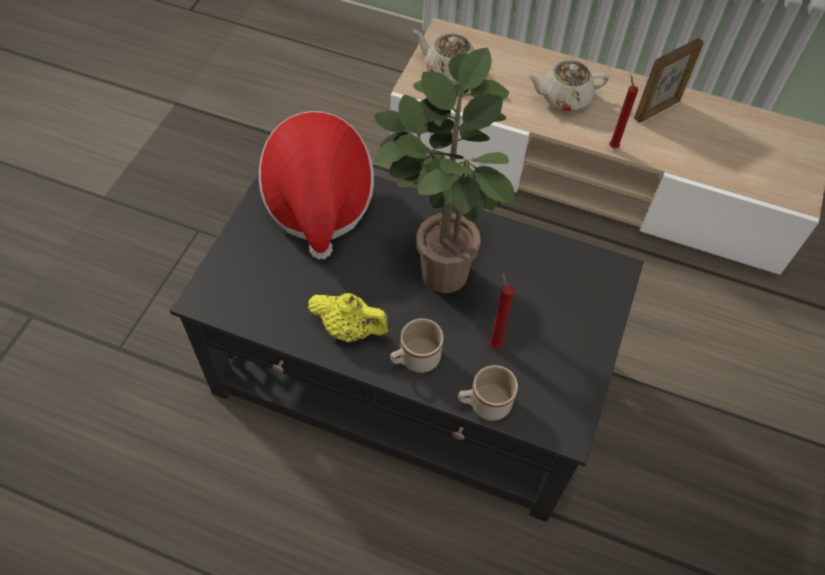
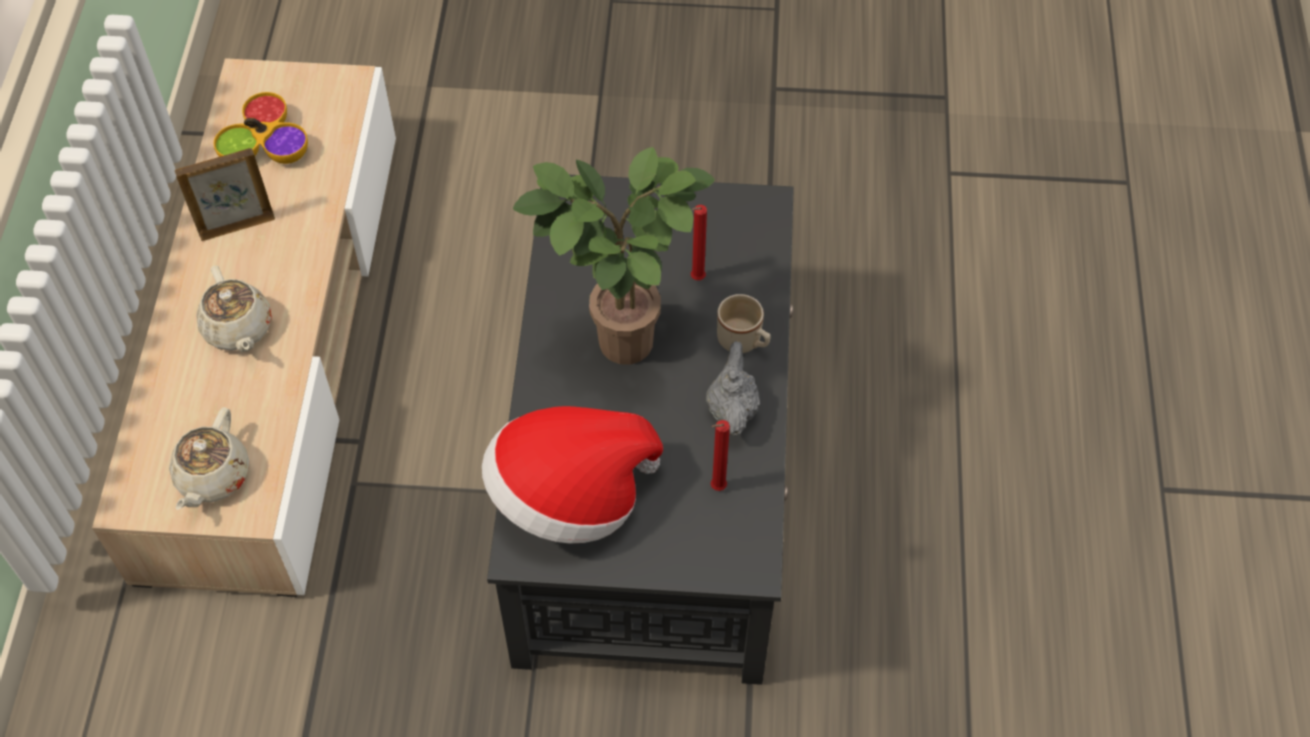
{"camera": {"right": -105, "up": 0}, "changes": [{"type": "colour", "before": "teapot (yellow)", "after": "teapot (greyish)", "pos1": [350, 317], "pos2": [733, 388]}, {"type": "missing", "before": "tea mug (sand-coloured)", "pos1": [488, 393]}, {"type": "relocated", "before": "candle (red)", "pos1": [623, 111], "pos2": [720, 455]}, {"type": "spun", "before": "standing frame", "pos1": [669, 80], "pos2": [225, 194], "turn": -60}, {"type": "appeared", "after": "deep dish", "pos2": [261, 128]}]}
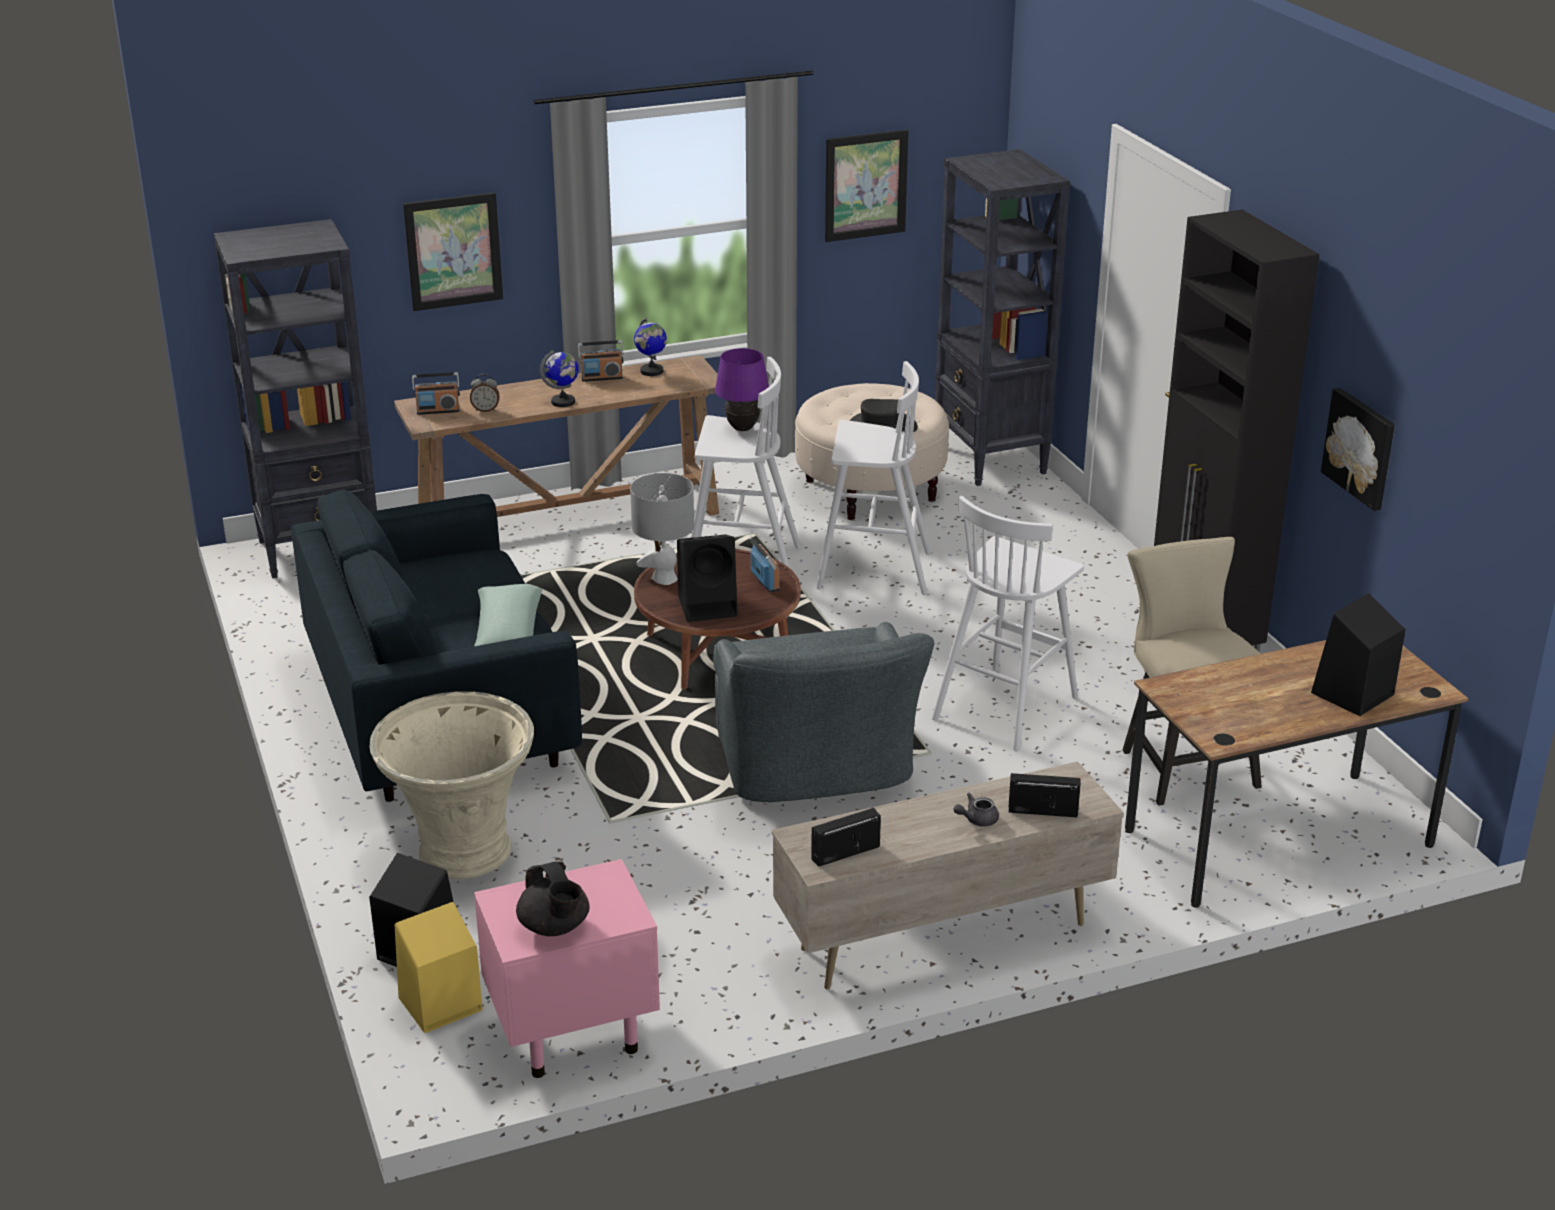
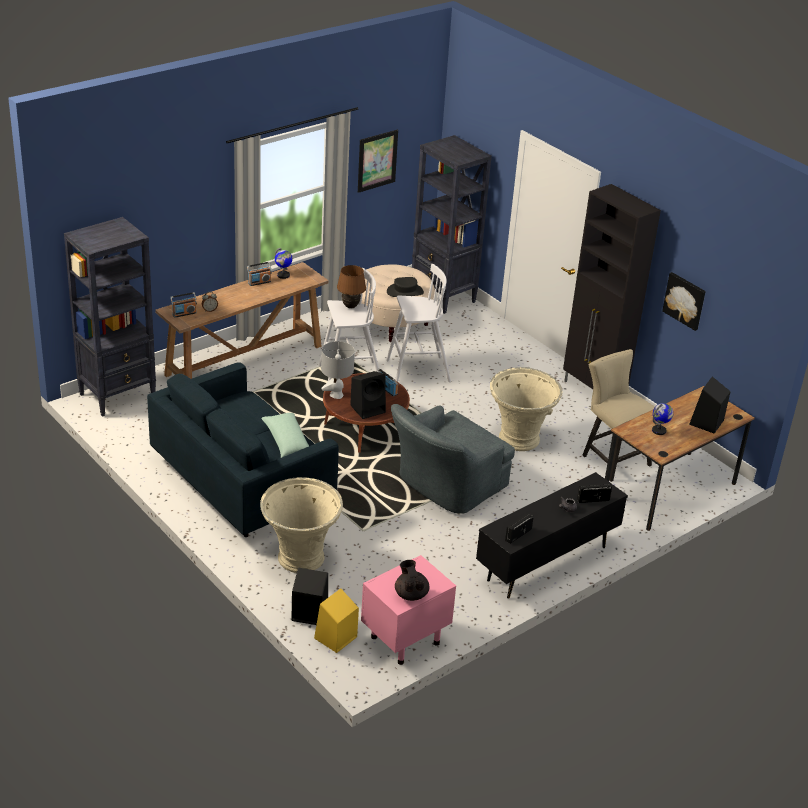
{"camera": {"right": -20, "up": 5}, "changes": [{"type": "missing", "before": "wall art", "pos1": [453, 251]}, {"type": "spun", "before": "teapot (blackish)", "pos1": [552, 899], "pos2": [412, 580], "turn": -150}, {"type": "relocated", "before": "desk globe", "pos1": [559, 378], "pos2": [662, 419]}, {"type": "spun", "before": "easy chair (greyish)", "pos1": [824, 712], "pos2": [453, 459], "turn": 75}, {"type": "colour", "before": "tabletop lamp (purple)", "after": "tabletop lamp (brownish)", "pos1": [742, 389], "pos2": [351, 287]}, {"type": "colour", "before": "tv stand (sand-coloured)", "after": "tv stand (blackish)", "pos1": [948, 876], "pos2": [552, 535]}, {"type": "exchanged", "before": "sitting stool (white-coloured)", "after": "plant pot (sand-coloured)", "pos1": [1008, 623], "pos2": [526, 409]}]}
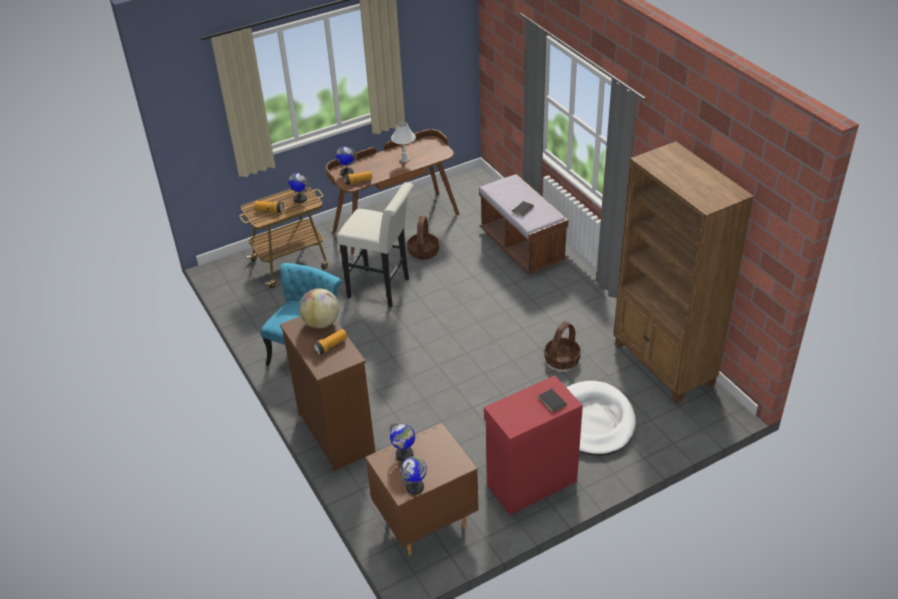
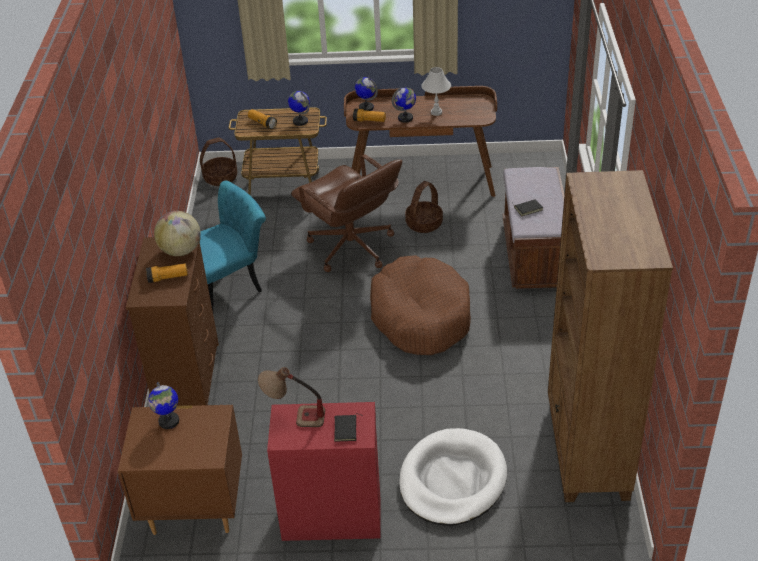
{"camera": {"right": 30, "up": 0}, "changes": [{"type": "exchanged", "before": "sitting stool (white-coloured)", "after": "desk chair (brownish)", "pos1": [375, 244], "pos2": [346, 213]}, {"type": "relocated", "before": "desk globe", "pos1": [414, 475], "pos2": [404, 105]}, {"type": "relocated", "before": "household basket", "pos1": [563, 345], "pos2": [218, 162]}, {"type": "appeared", "after": "tabletop lamp", "pos2": [291, 397]}, {"type": "appeared", "after": "dog bed (brownish)", "pos2": [420, 305]}]}
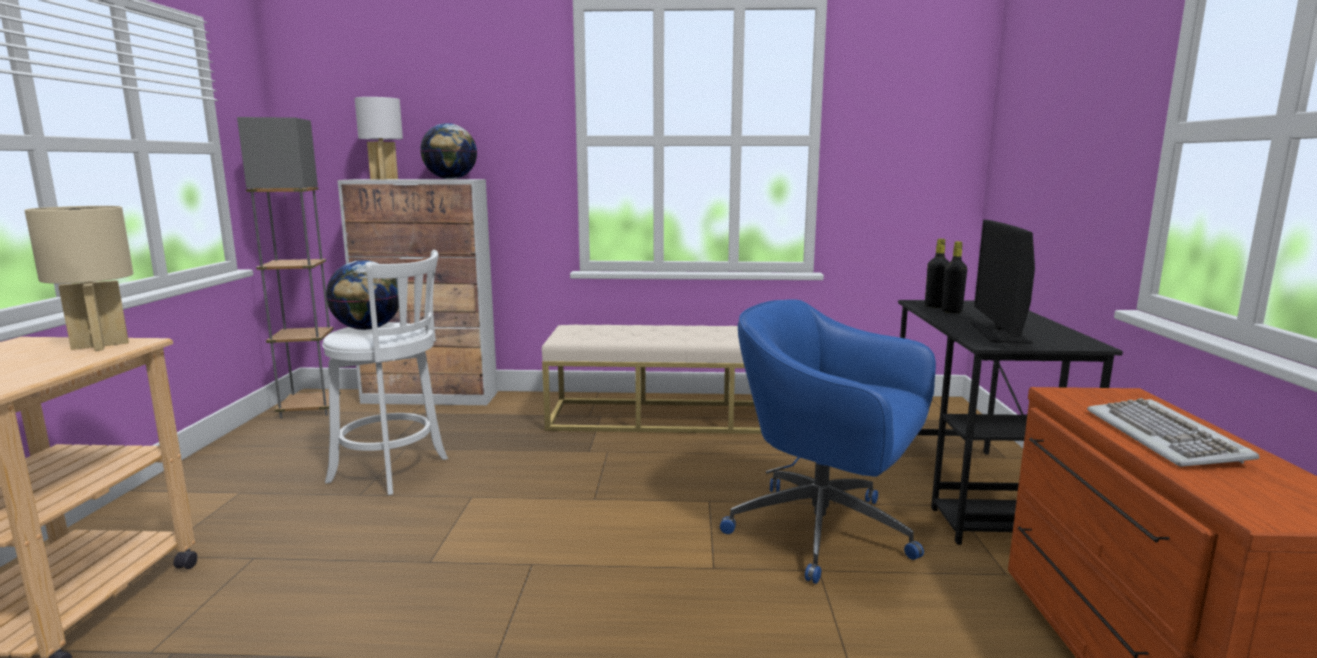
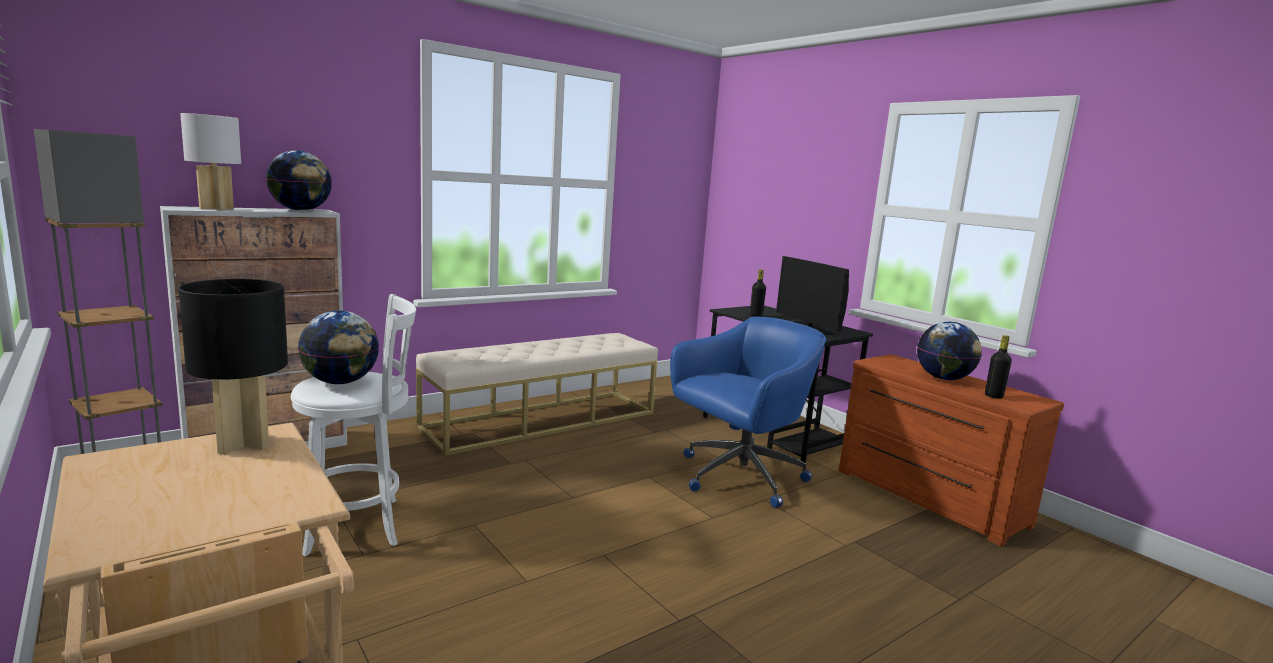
{"camera": {"right": -40, "up": 0}, "changes": [{"type": "colour", "before": "tabletop lamp (sand-coloured)", "after": "tabletop lamp (blackish)", "pos1": [79, 278], "pos2": [233, 367]}, {"type": "spun", "before": "desk chair (blue)", "pos1": [828, 441], "pos2": [748, 412], "turn": 150}, {"type": "relocated", "before": "drink bottle (blackish)", "pos1": [937, 273], "pos2": [998, 367]}, {"type": "exchanged", "before": "computer keyboard", "after": "desk globe", "pos1": [1173, 432], "pos2": [949, 351]}]}
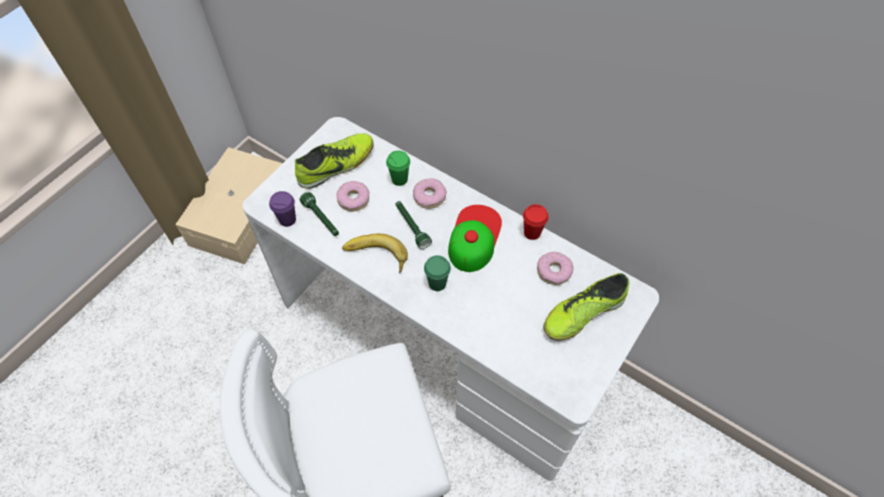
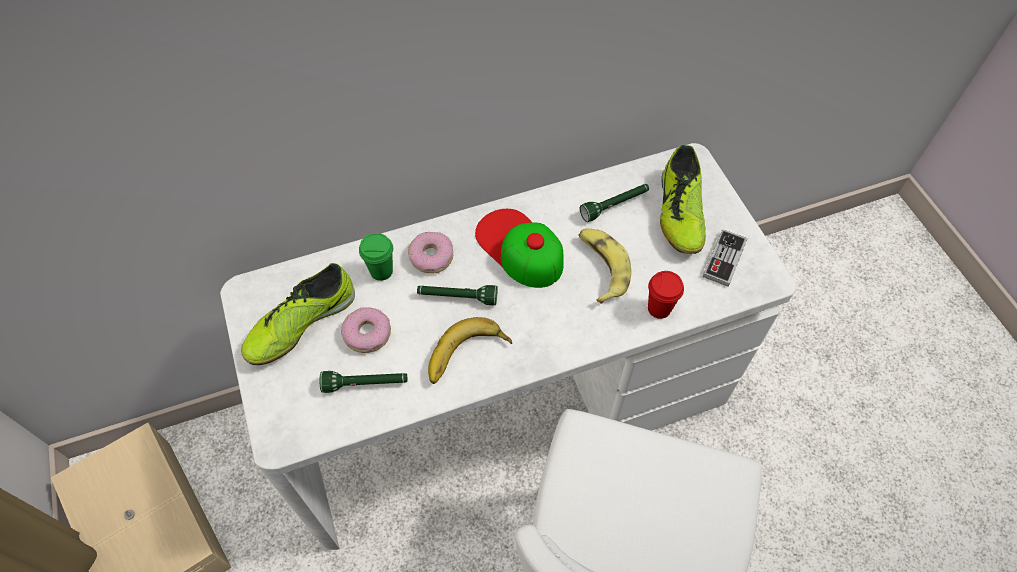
{"camera": {"right": -55, "up": 0}, "changes": [{"type": "missing", "before": "cup (purple)", "pos1": [282, 209]}, {"type": "spun", "before": "item of footwear", "pos1": [334, 161], "pos2": [298, 314], "turn": -135}, {"type": "missing", "before": "cup (green)", "pos1": [437, 273]}, {"type": "relocated", "before": "cup (red)", "pos1": [535, 222], "pos2": [666, 295]}, {"type": "exchanged", "before": "doughnut", "after": "flashlight (green)", "pos1": [555, 268], "pos2": [614, 203]}, {"type": "appeared", "after": "banana fruit", "pos2": [604, 266]}, {"type": "appeared", "after": "joypad", "pos2": [725, 258]}]}
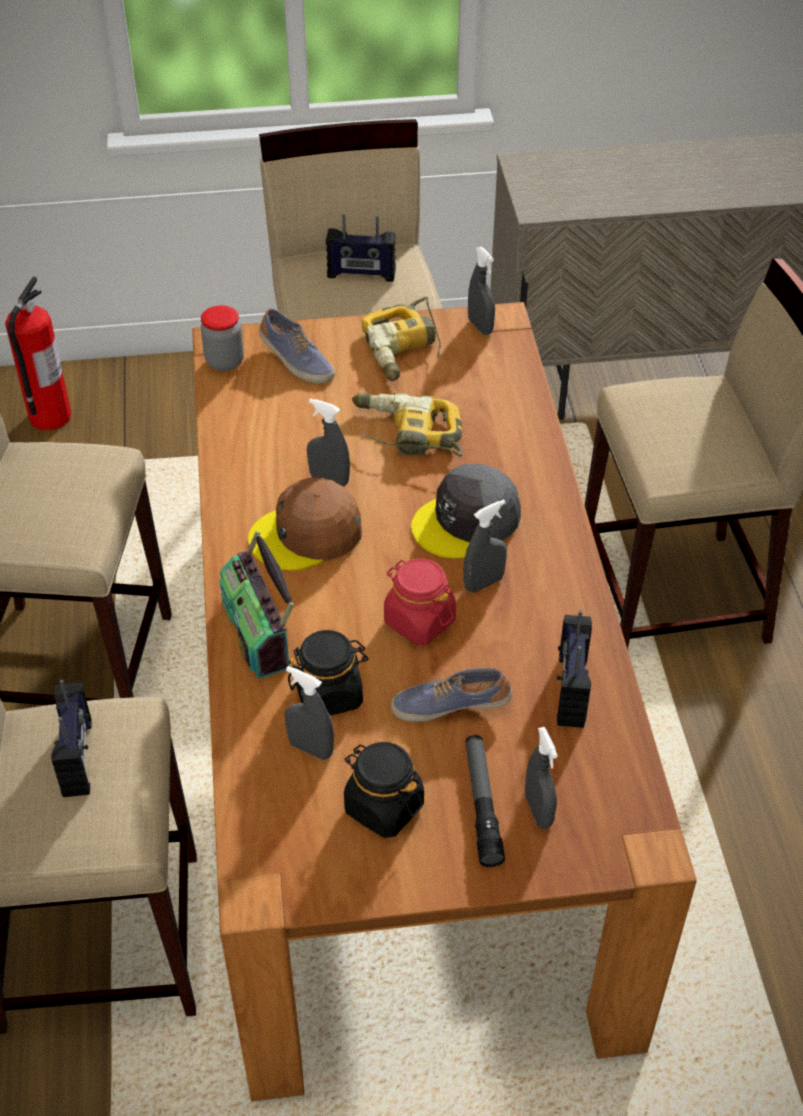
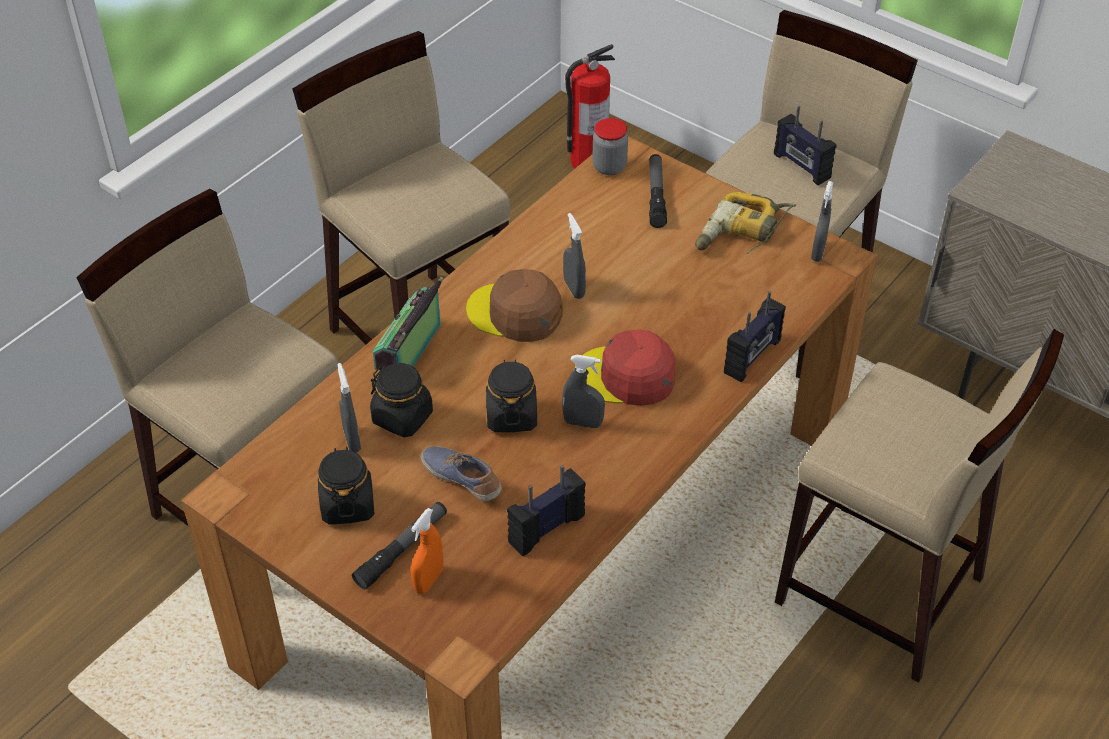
{"camera": {"right": 45, "up": 0}, "changes": [{"type": "relocated", "before": "radio receiver", "pos1": [71, 738], "pos2": [755, 336]}, {"type": "exchanged", "before": "item of footwear", "after": "flashlight", "pos1": [297, 345], "pos2": [658, 191]}, {"type": "missing", "before": "drill", "pos1": [407, 424]}, {"type": "colour", "before": "storage jar (red)", "after": "storage jar (blackish)", "pos1": [420, 601], "pos2": [511, 395]}, {"type": "colour", "before": "baseball cap (greyish)", "after": "baseball cap (red)", "pos1": [466, 511], "pos2": [625, 367]}, {"type": "colour", "before": "hand sprayer (greyish)", "after": "hand sprayer (orange-coloured)", "pos1": [541, 778], "pos2": [427, 551]}]}
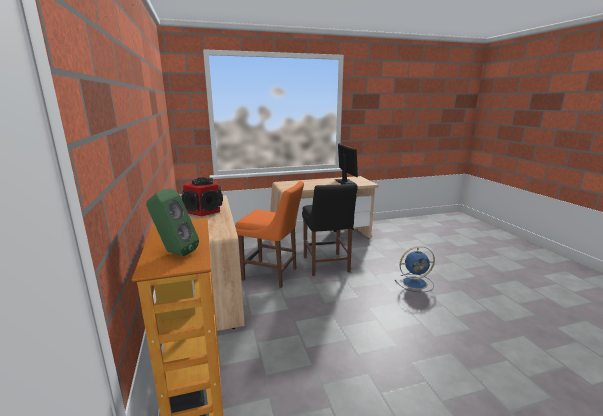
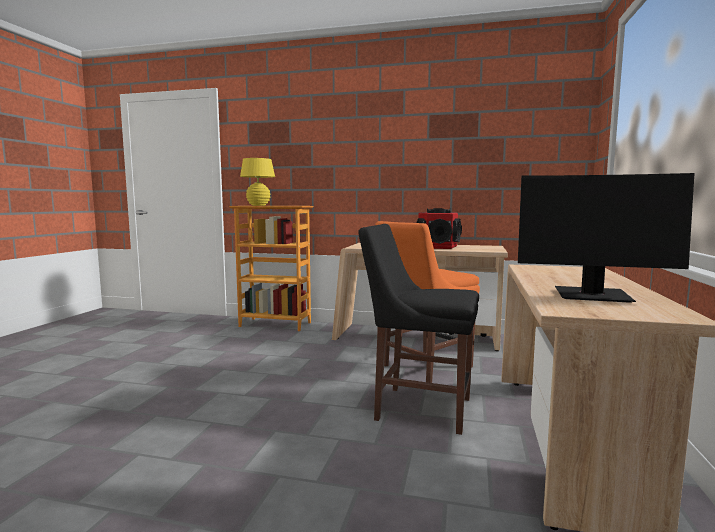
{"camera": {"right": 120, "up": -10}, "changes": [{"type": "exchanged", "before": "audio speaker (green)", "after": "tabletop lamp (yellow)", "pos1": [172, 222], "pos2": [257, 182]}, {"type": "missing", "before": "electric fan (blue)", "pos1": [415, 269]}]}
